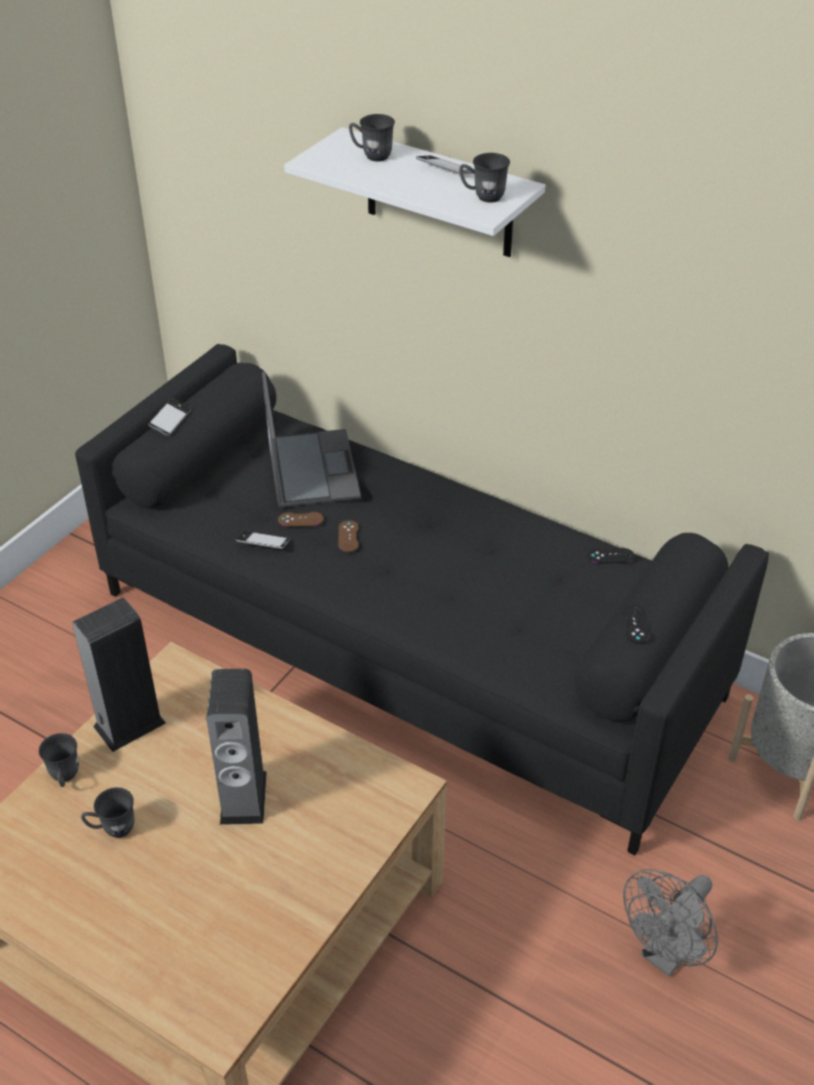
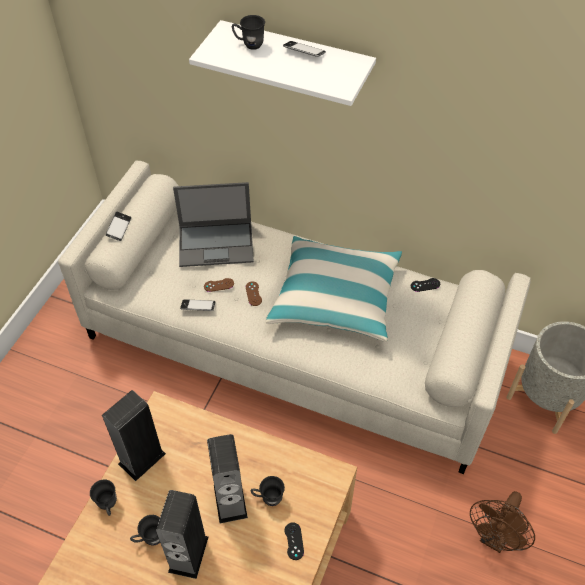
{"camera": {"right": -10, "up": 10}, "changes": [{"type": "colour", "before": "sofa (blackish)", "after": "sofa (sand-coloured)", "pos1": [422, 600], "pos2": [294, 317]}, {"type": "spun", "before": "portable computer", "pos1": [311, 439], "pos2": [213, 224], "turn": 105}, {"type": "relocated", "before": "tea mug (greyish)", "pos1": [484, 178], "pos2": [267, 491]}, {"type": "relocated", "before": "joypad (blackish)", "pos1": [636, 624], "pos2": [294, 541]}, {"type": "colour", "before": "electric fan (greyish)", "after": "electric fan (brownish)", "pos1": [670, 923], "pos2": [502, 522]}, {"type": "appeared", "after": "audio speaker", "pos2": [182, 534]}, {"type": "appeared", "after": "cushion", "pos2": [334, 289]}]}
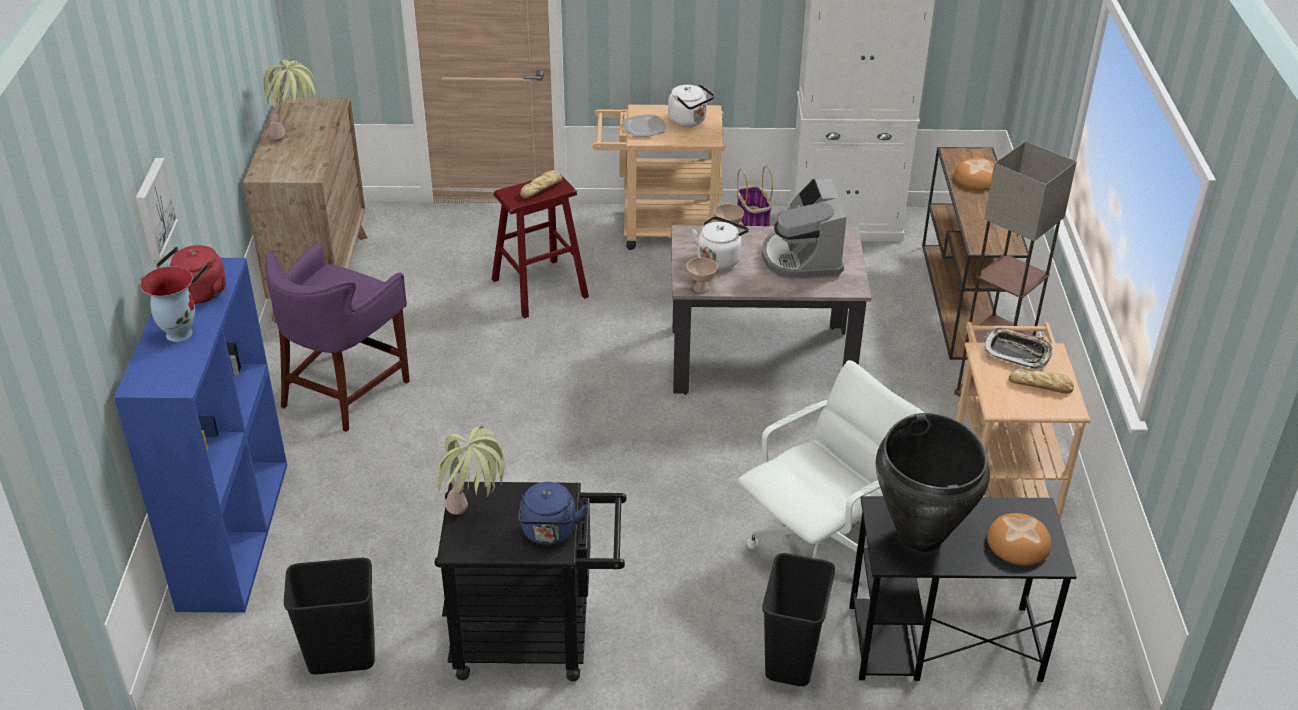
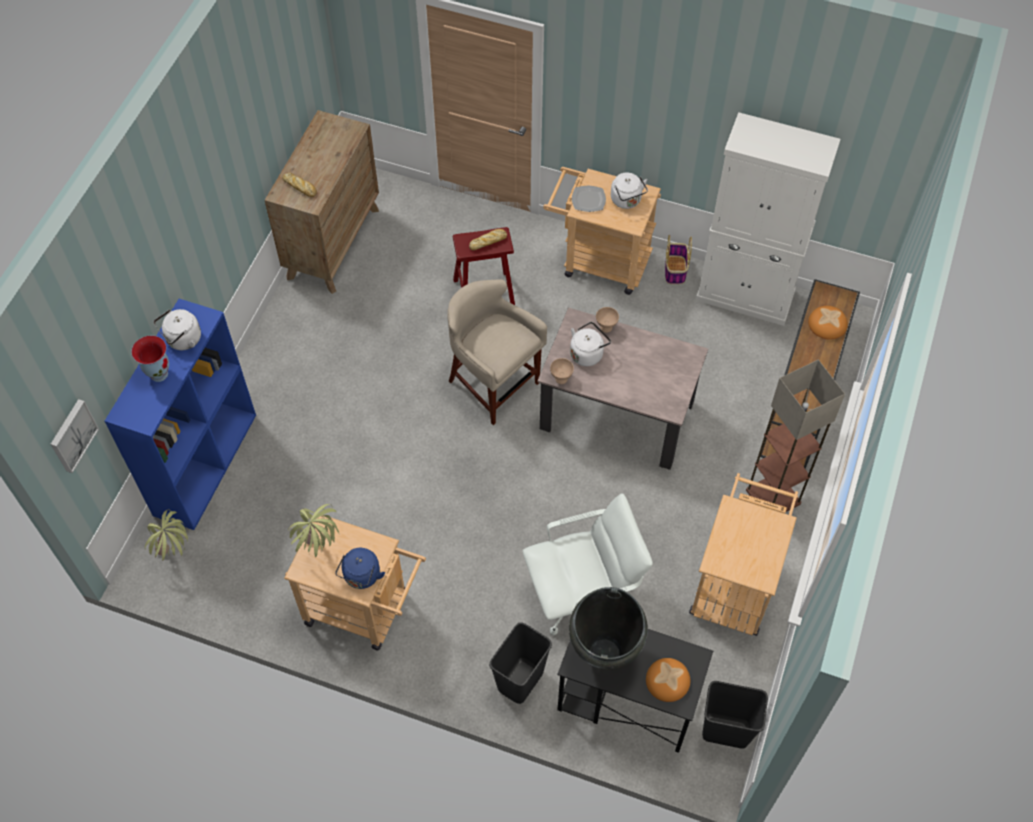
{"camera": {"right": 20, "up": 20}, "changes": [{"type": "relocated", "before": "wall art", "pos1": [157, 209], "pos2": [75, 436]}, {"type": "colour", "before": "tea kettle (red)", "after": "tea kettle (white-coloured)", "pos1": [191, 274], "pos2": [177, 329]}, {"type": "relocated", "before": "houseplant", "pos1": [290, 100], "pos2": [167, 535]}, {"type": "missing", "before": "sitting stool (purple)", "pos1": [338, 338]}, {"type": "relocated", "before": "waste bin (blackish)", "pos1": [329, 616], "pos2": [735, 715]}, {"type": "colour", "before": "wheeled cart (blackish)", "after": "wheeled cart (sand-coloured)", "pos1": [530, 581], "pos2": [355, 583]}, {"type": "missing", "before": "coffee machine", "pos1": [804, 228]}, {"type": "missing", "before": "carrying tray", "pos1": [1018, 348]}, {"type": "relocated", "before": "baked bread", "pos1": [1041, 381], "pos2": [299, 185]}, {"type": "appeared", "after": "sitting stool (sand-coloured)", "pos2": [497, 352]}]}
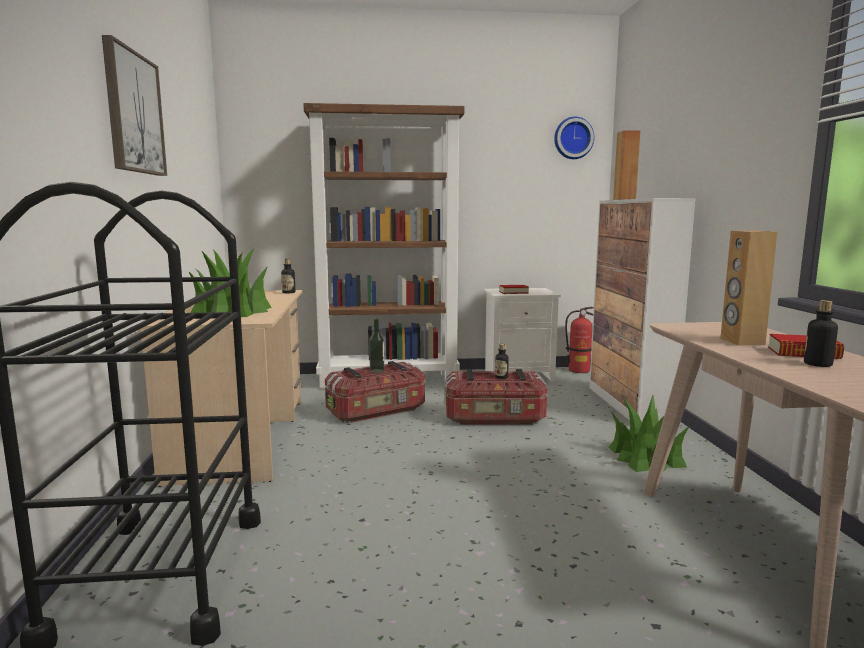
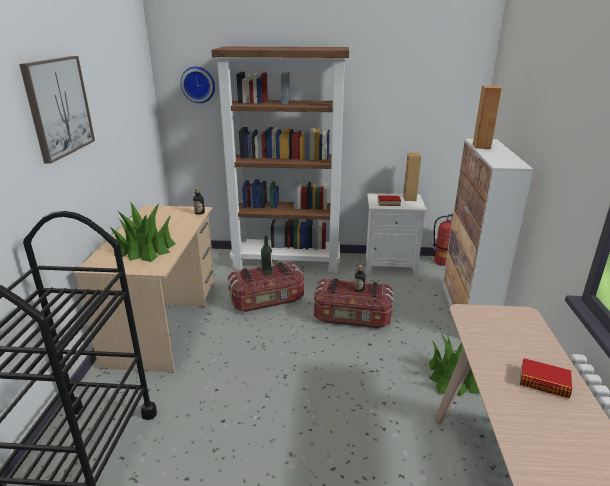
{"camera": {"right": 10, "up": 15}, "changes": [{"type": "relocated", "before": "wall clock", "pos1": [574, 138], "pos2": [197, 84]}, {"type": "relocated", "before": "audio speaker (brownish)", "pos1": [748, 288], "pos2": [412, 177]}, {"type": "missing", "before": "drink bottle", "pos1": [821, 333]}]}
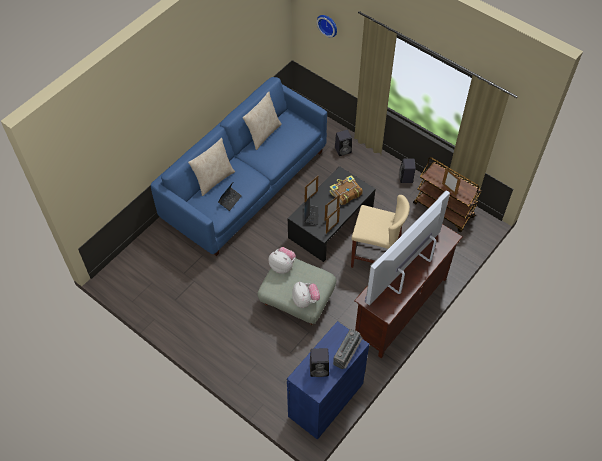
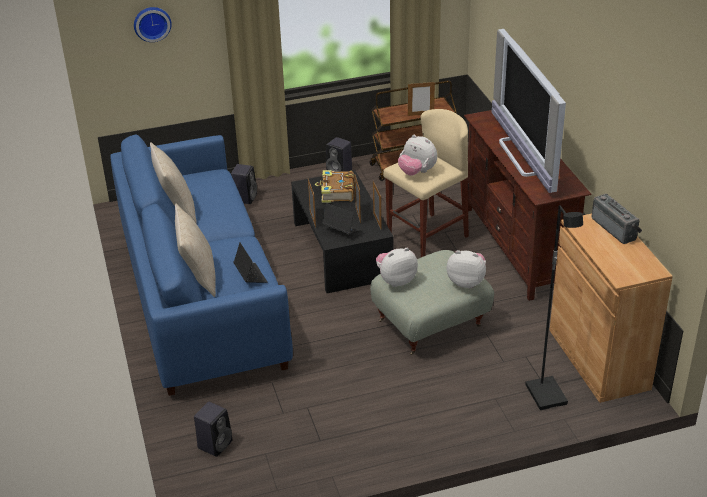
{"camera": {"right": -55, "up": -20}, "changes": [{"type": "colour", "before": "storage cabinet (blue)", "after": "storage cabinet (brownish)", "pos1": [328, 380], "pos2": [611, 308]}, {"type": "relocated", "before": "audio speaker (blackish)", "pos1": [319, 362], "pos2": [213, 429]}, {"type": "appeared", "after": "cuddly toy", "pos2": [417, 155]}, {"type": "appeared", "after": "standing lamp (blackish)", "pos2": [554, 307]}]}
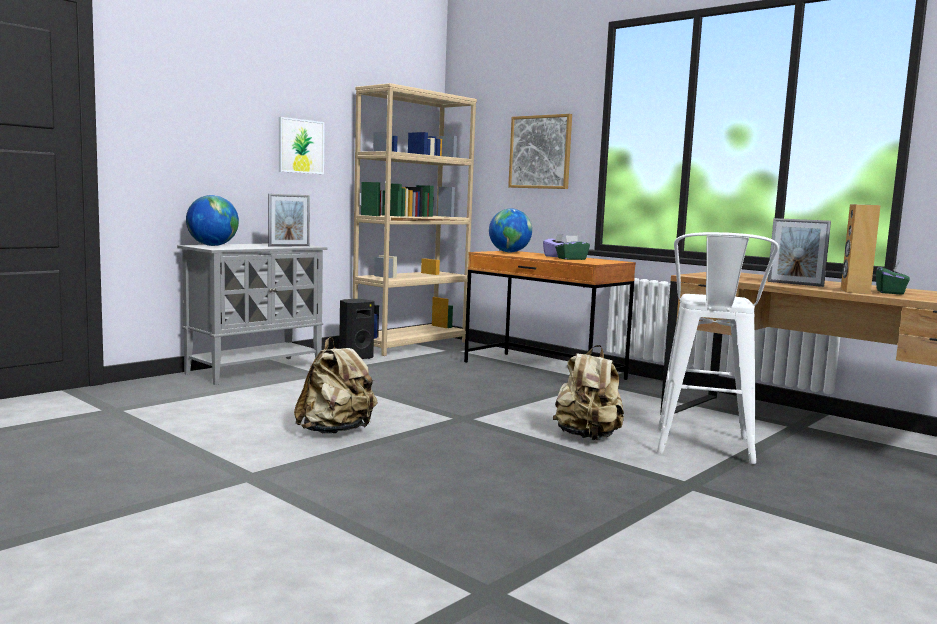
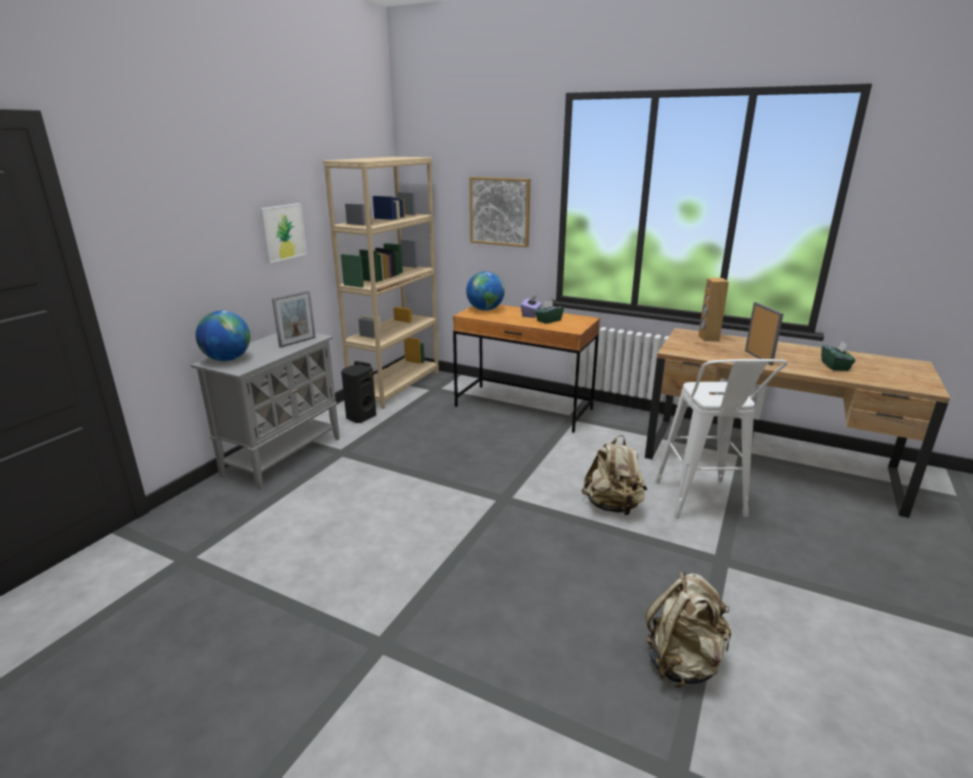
{"camera": {"right": -15, "up": 15}, "changes": [{"type": "relocated", "before": "rucksack (sand-coloured)", "pos1": [336, 385], "pos2": [688, 630]}, {"type": "spun", "before": "standing frame", "pos1": [799, 252], "pos2": [764, 333], "turn": -120}, {"type": "relocated", "before": "audio speaker (brownish)", "pos1": [861, 249], "pos2": [713, 309]}]}
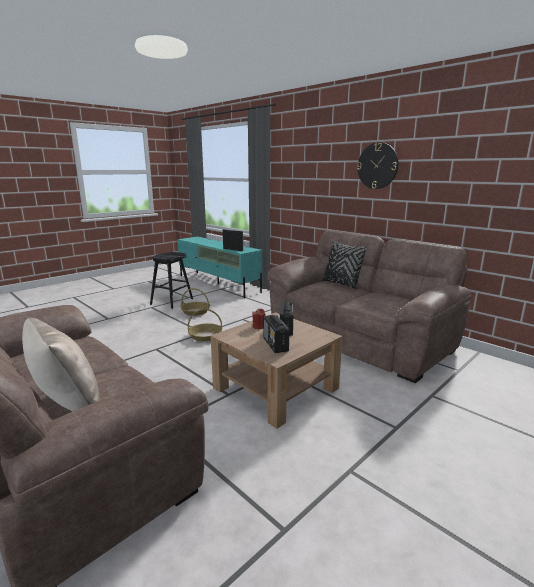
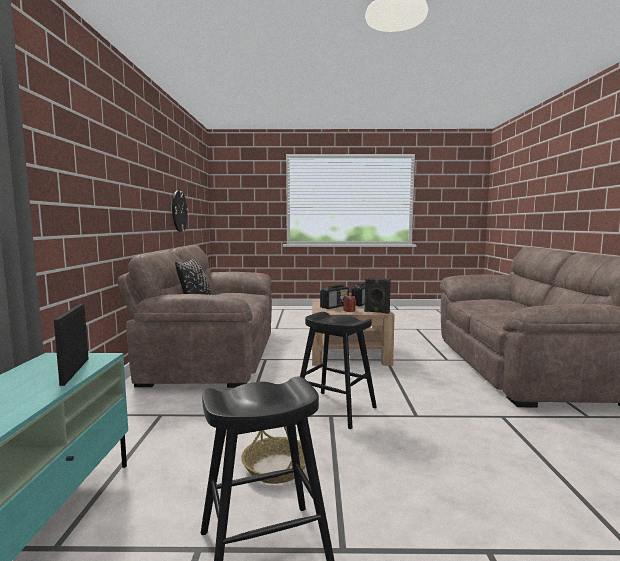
{"camera": {"right": -135, "up": -10}, "changes": [{"type": "missing", "before": "cushion (sand-coloured)", "pos1": [61, 365]}, {"type": "exchanged", "before": "household basket", "after": "sitting stool (blackish)", "pos1": [205, 325], "pos2": [338, 370]}, {"type": "relocated", "before": "wall clock", "pos1": [378, 165], "pos2": [180, 211]}, {"type": "appeared", "after": "audio speaker (blackish)", "pos2": [377, 295]}]}
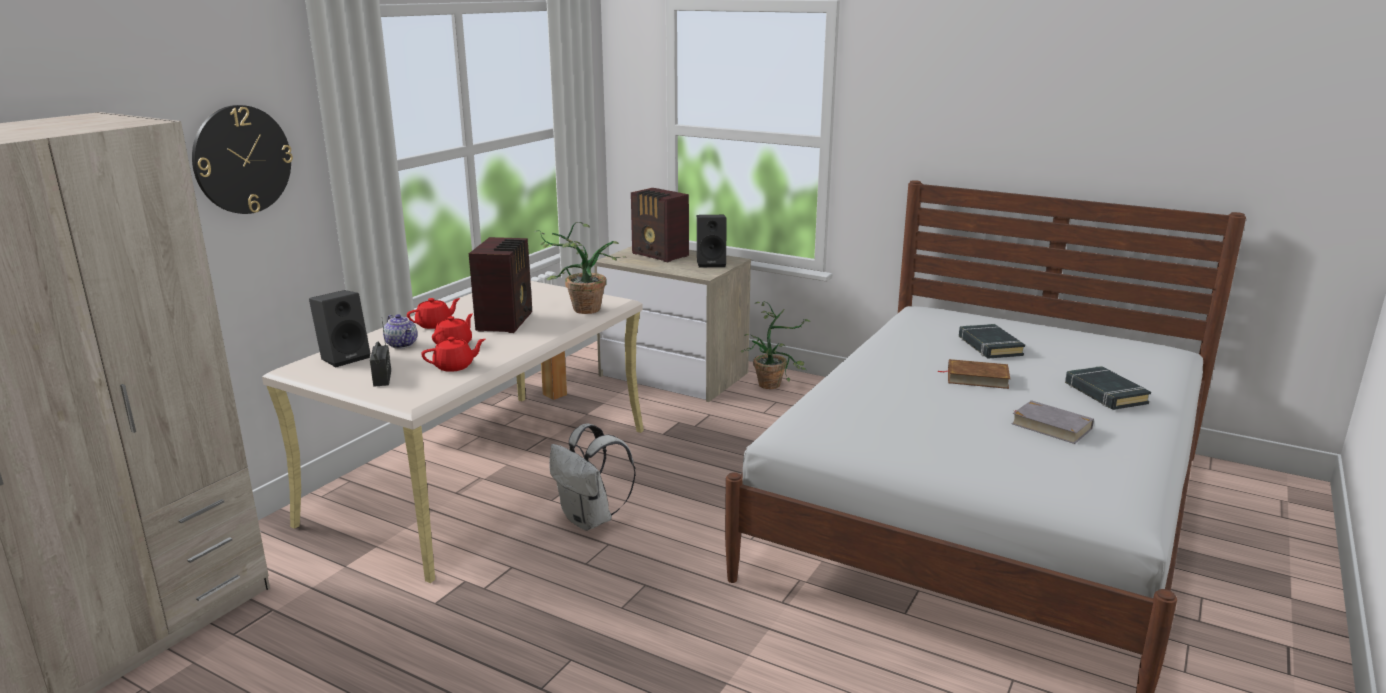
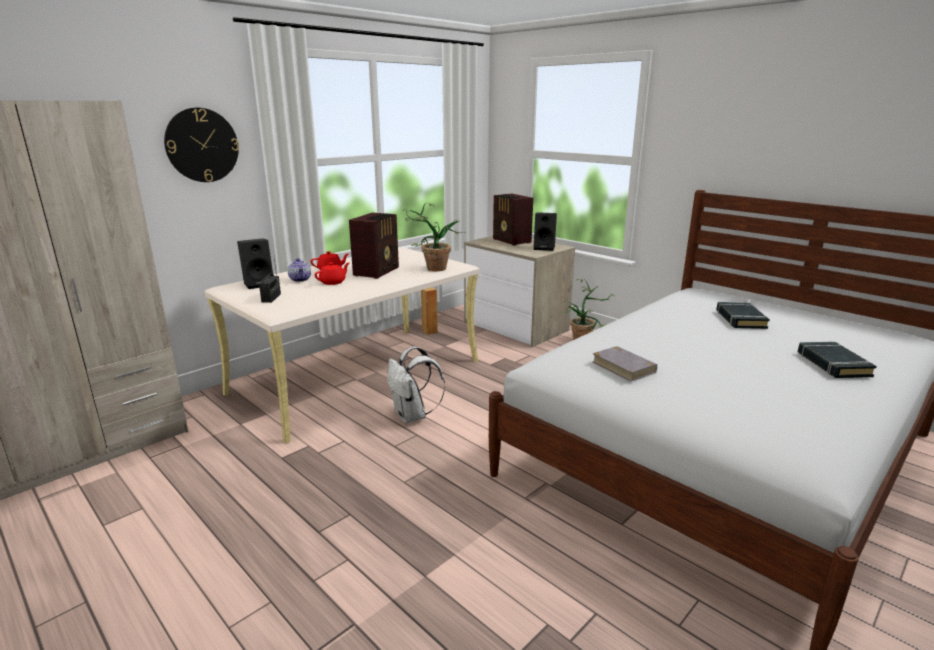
{"camera": {"right": 15, "up": 0}, "changes": [{"type": "missing", "before": "teapot (red)", "pos1": [453, 354]}, {"type": "missing", "before": "book (brownish)", "pos1": [974, 374]}, {"type": "relocated", "before": "book (greyish)", "pos1": [1052, 422], "pos2": [624, 364]}]}
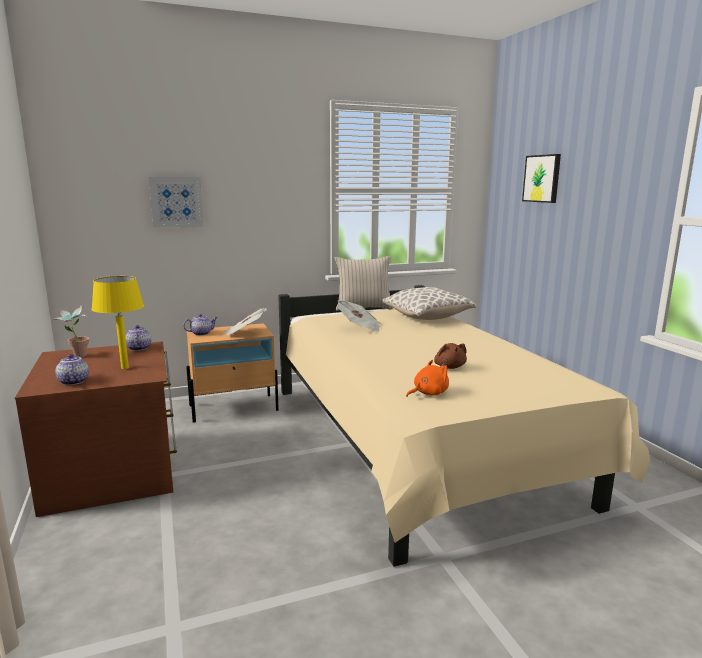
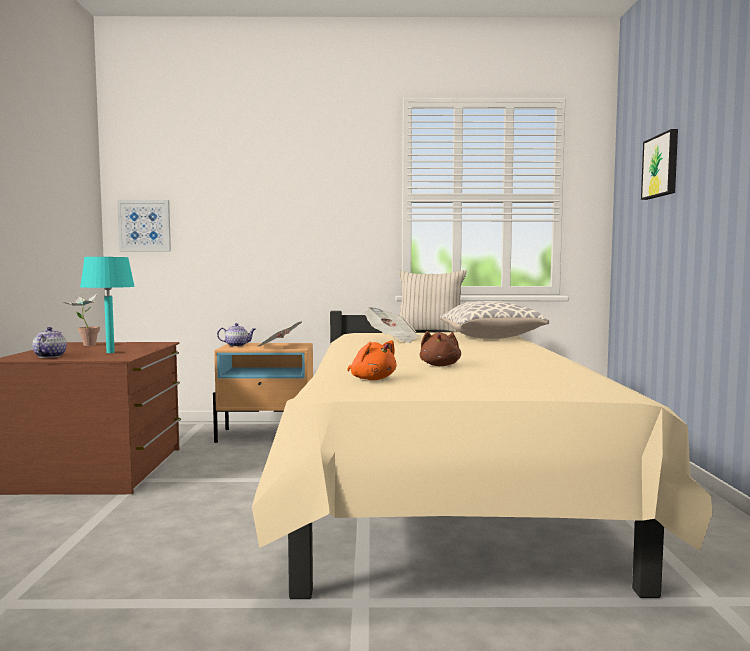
{"camera": {"right": 20, "up": -10}, "changes": [{"type": "colour", "before": "tabletop lamp (yellow)", "after": "tabletop lamp (turquoise)", "pos1": [118, 322], "pos2": [107, 305]}, {"type": "missing", "before": "teapot", "pos1": [138, 338]}, {"type": "relocated", "before": "wall art", "pos1": [176, 202], "pos2": [144, 225]}, {"type": "spun", "before": "cuddly toy (orange-coloured)", "pos1": [427, 378], "pos2": [372, 360], "turn": 60}]}
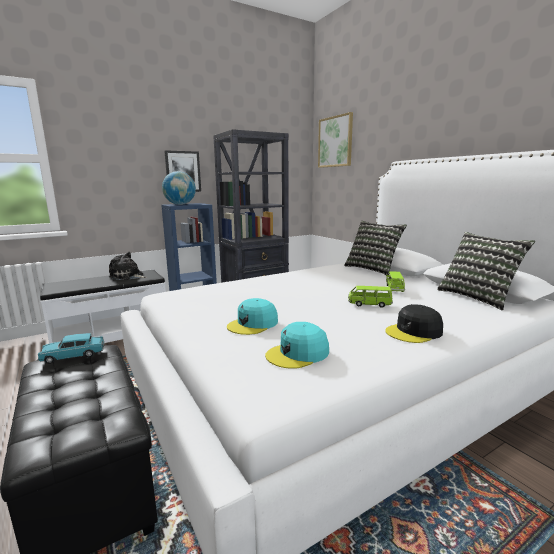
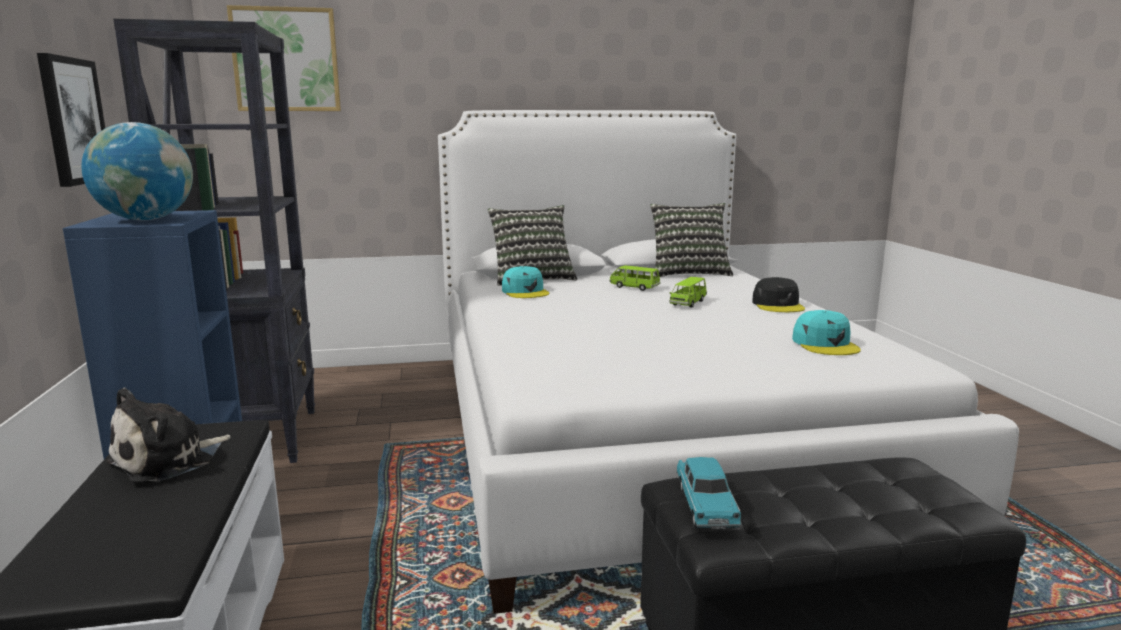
{"camera": {"right": -70, "up": 0}, "changes": [{"type": "relocated", "before": "baseball cap (turquoise)", "pos1": [252, 316], "pos2": [526, 282]}]}
